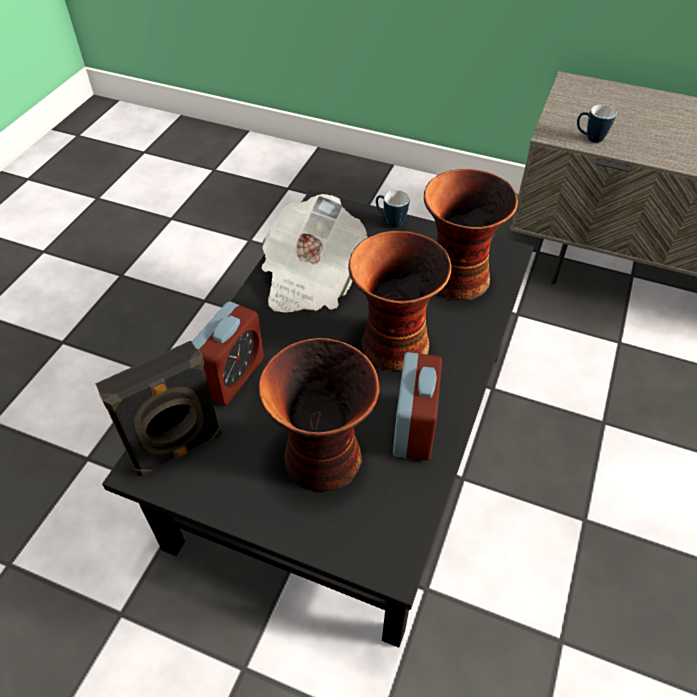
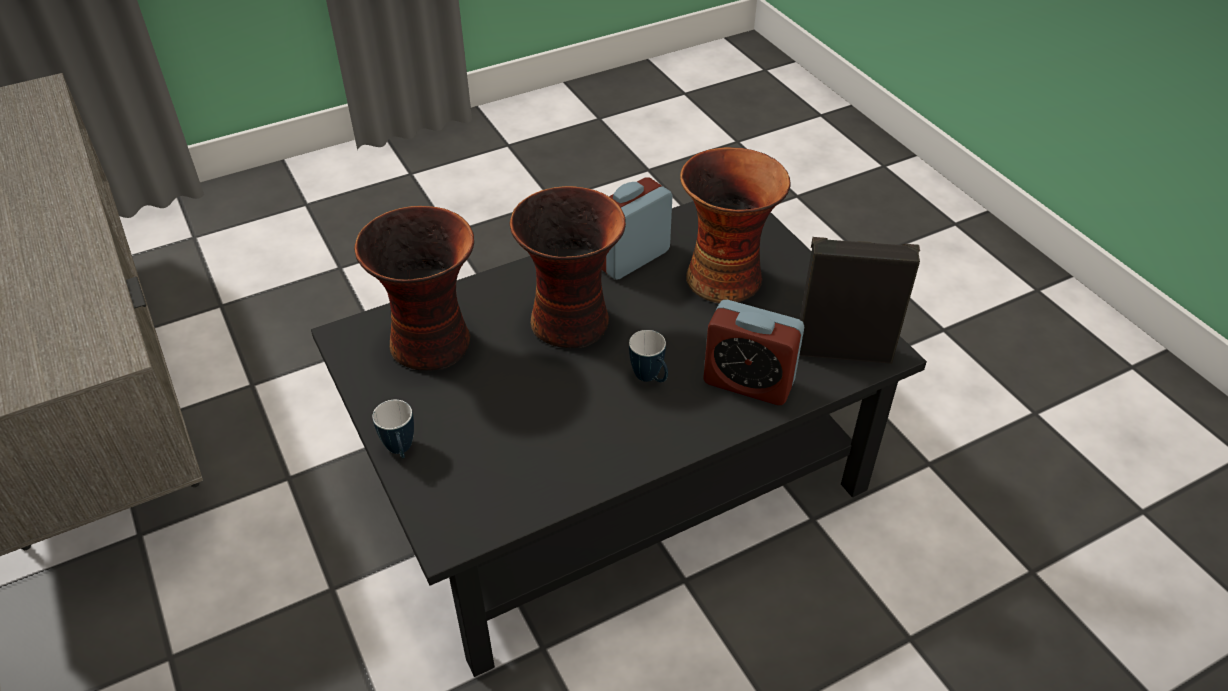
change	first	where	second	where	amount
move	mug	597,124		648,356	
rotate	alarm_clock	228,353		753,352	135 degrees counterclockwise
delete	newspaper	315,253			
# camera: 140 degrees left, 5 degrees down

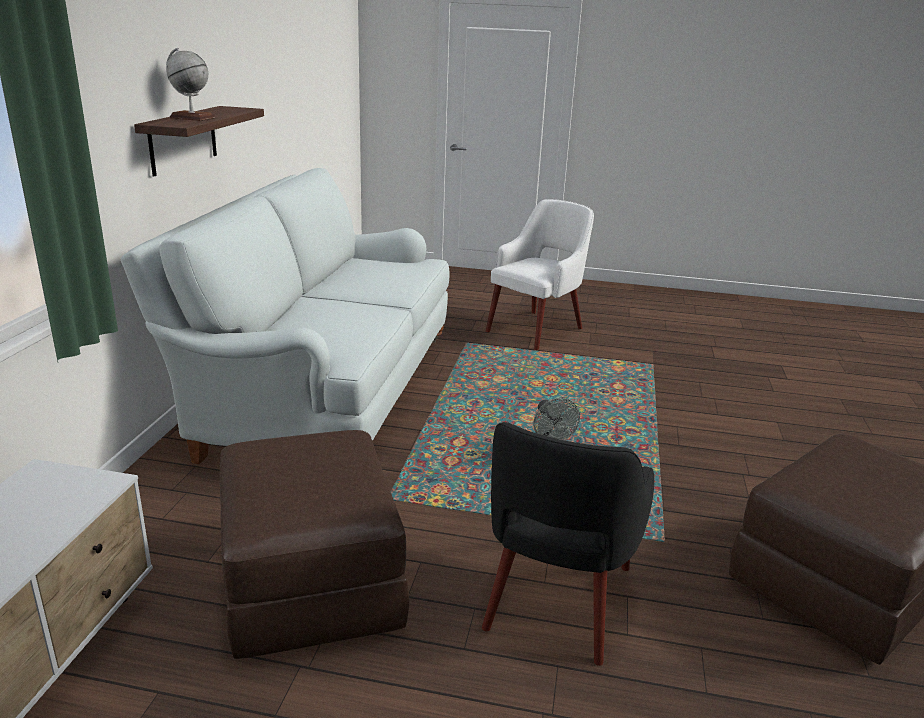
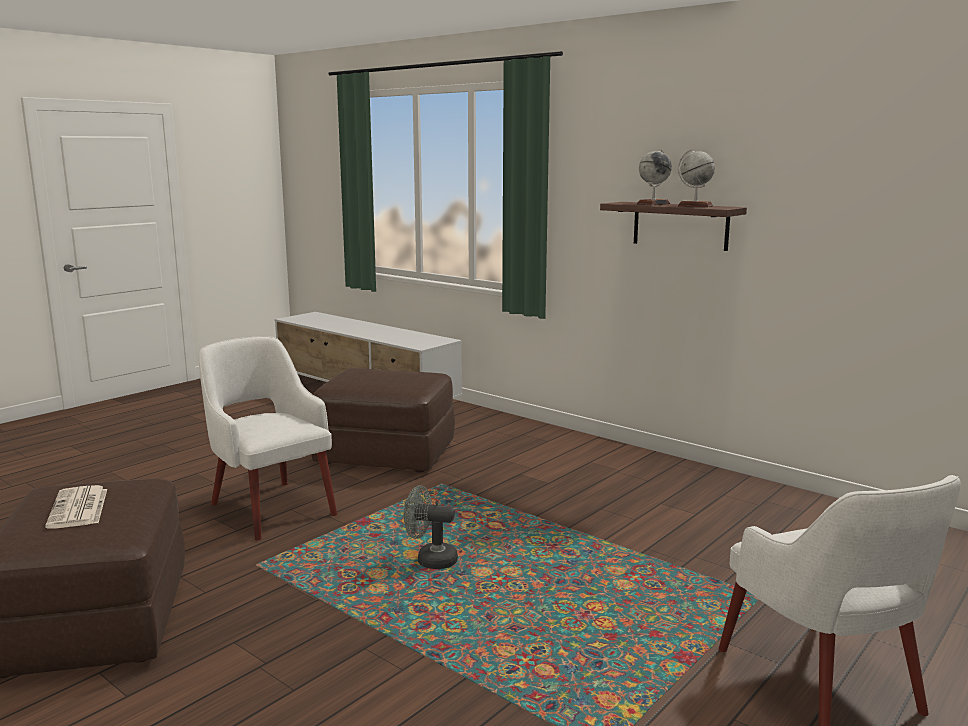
change	first	where	second	where	amount
insert			newspaper	76,507	
recolor	black_armchair	568,544	white_armchair	268,438	
insert			globe	696,178	
delete	white_sofa	285,316			
# camera: 120 degrees right, 10 degrees down

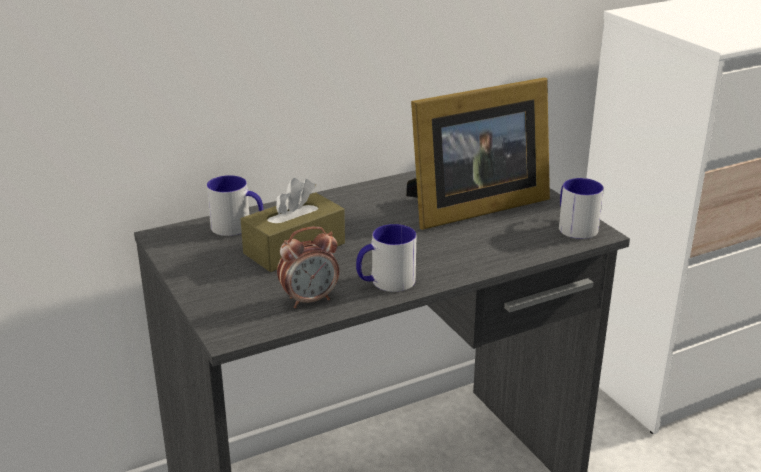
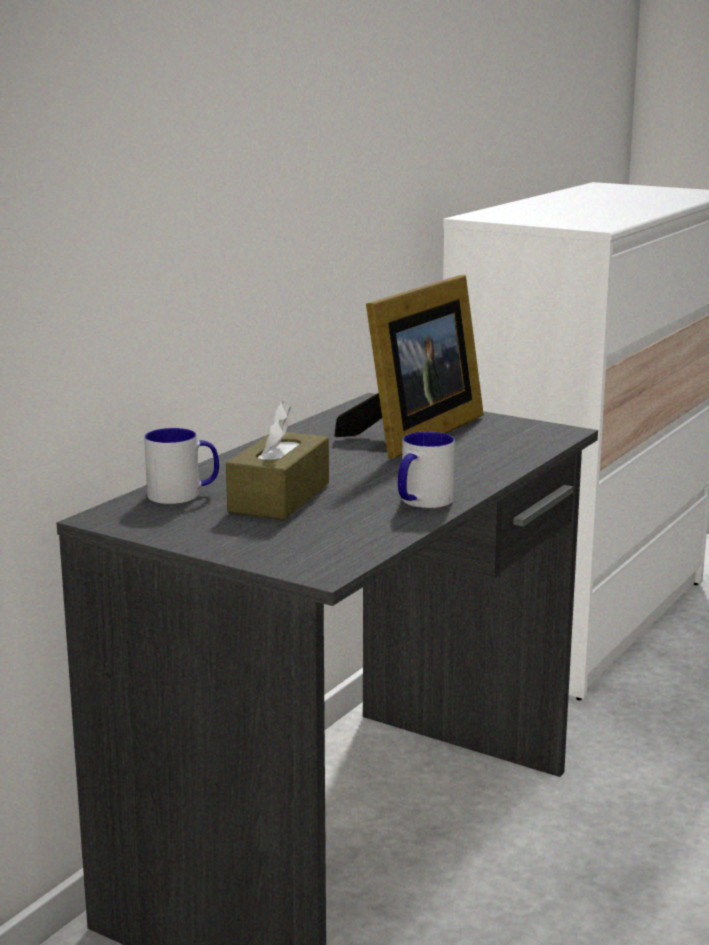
change	first	where	second	where	amount
delete	alarm_clock	308,267			
delete	mug	581,208			
# camera: 30 degrees left, 10 degrees down

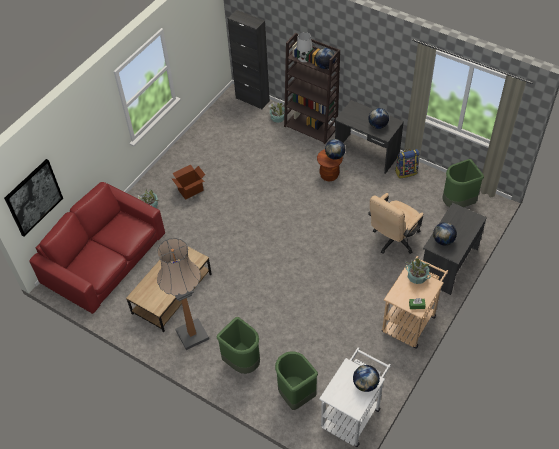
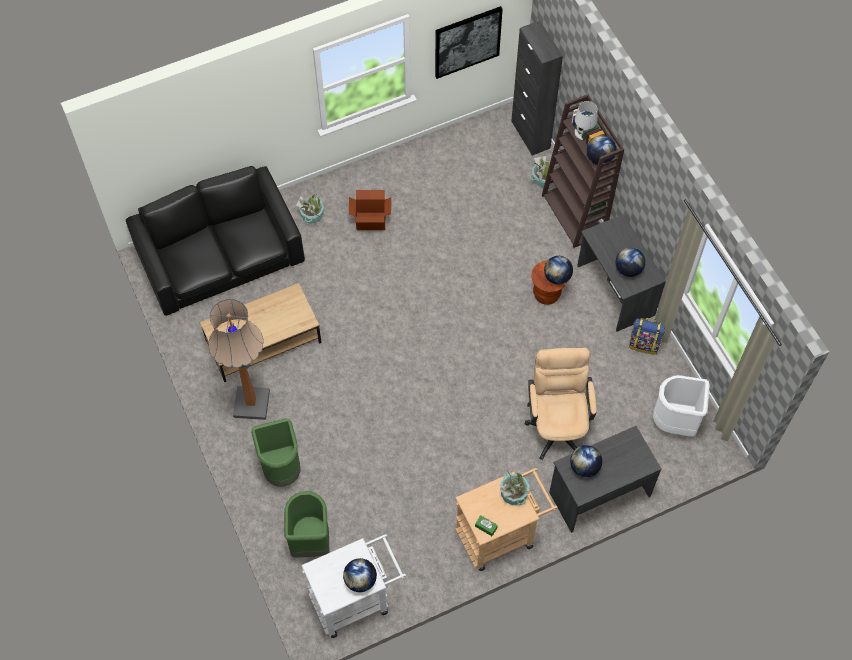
change	first	where	second	where	amount
recolor	red_sofa	97,248	black_sofa	215,241	
move	picture	33,198		469,42	
rotate	beige_office_chair	395,223		560,404	105 degrees clockwise
recolor	green_trash_can	463,183	white_trash_can	681,406	
# camera: 30 degrees right, 10 degrees up

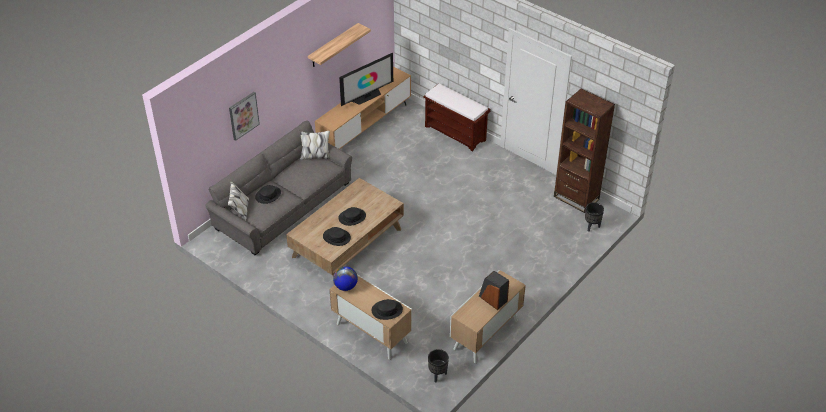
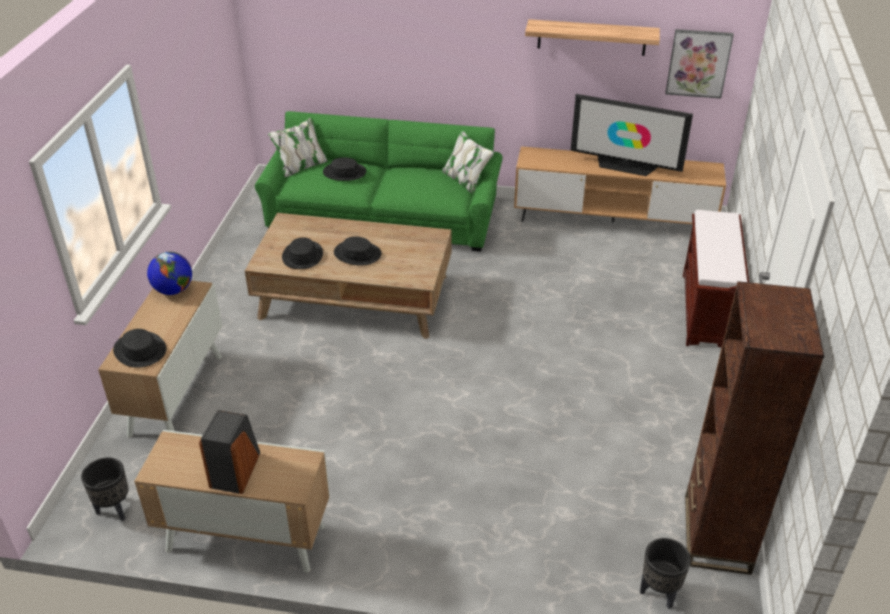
change	first	where	second	where	amount
recolor	grey_sofa	279,188	green_sofa	379,181	
move	picture	244,116		699,64	
# camera: 60 degrees right, 5 degrees down

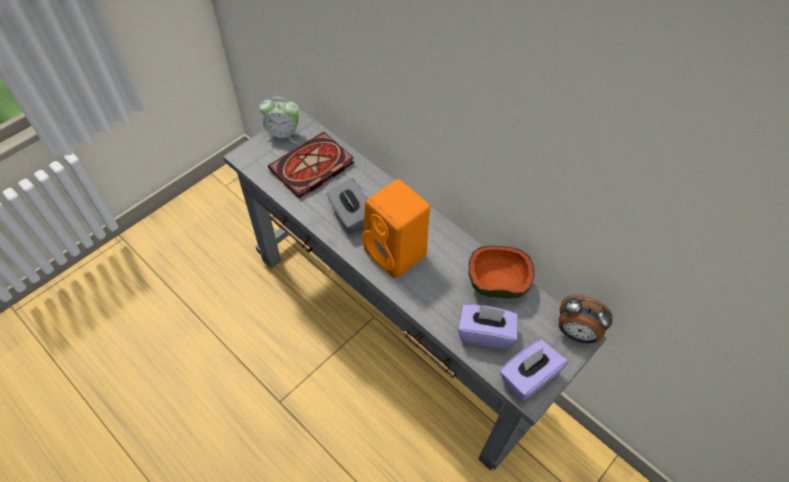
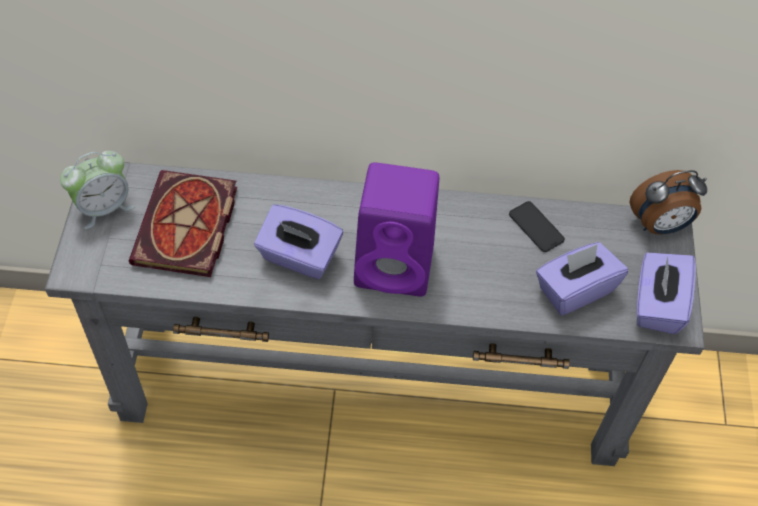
change	first	where	second	where	amount
recolor	grey_tissue_box	347,206	purple_tissue_box	298,241	
recolor	orange_speaker	396,228	purple_speaker	396,229	
replace	bowl	502,272	phone	537,226	
# camera: 40 degrees left, 0 degrees up

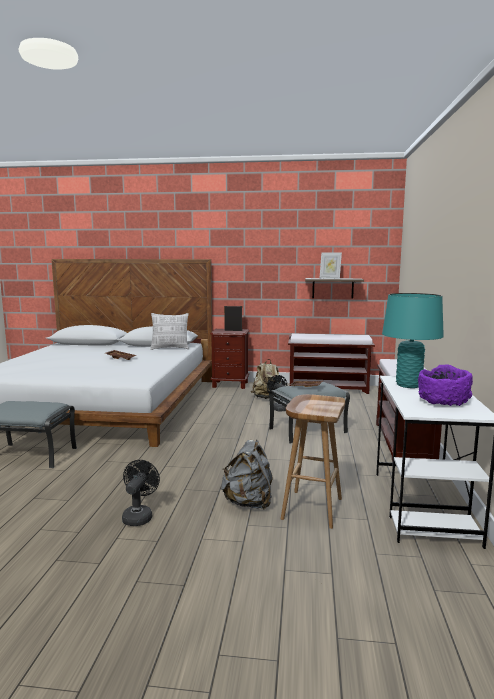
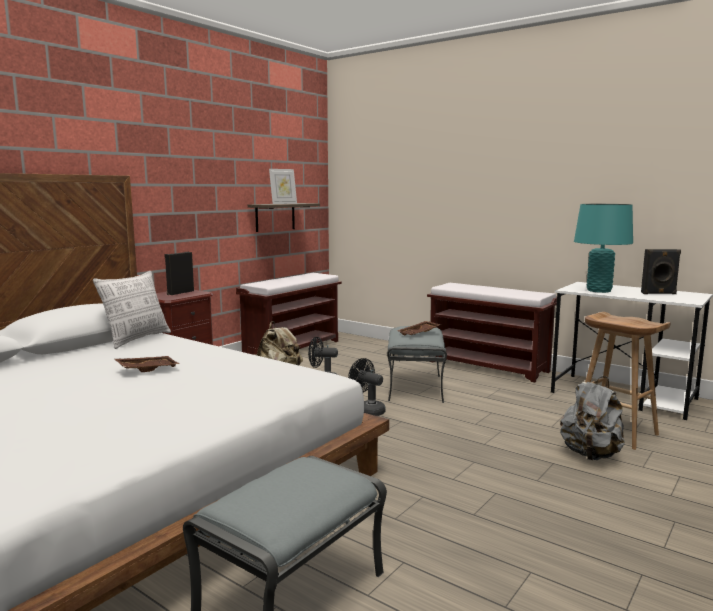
change	first	where	second	where	amount
move	black_fan	141,493		367,387	
replace	purple_bowl	445,385	black_speaker	661,271	
# camera: 60 degrees left, 0 degrees up

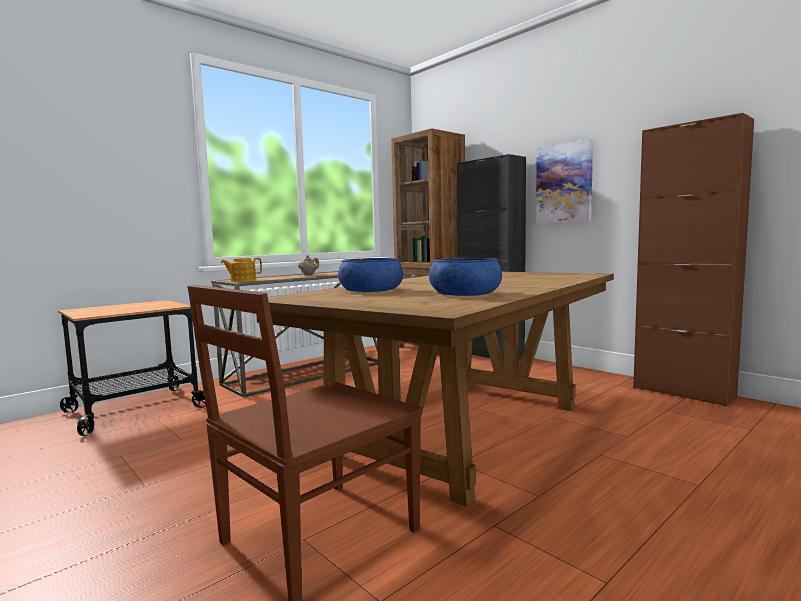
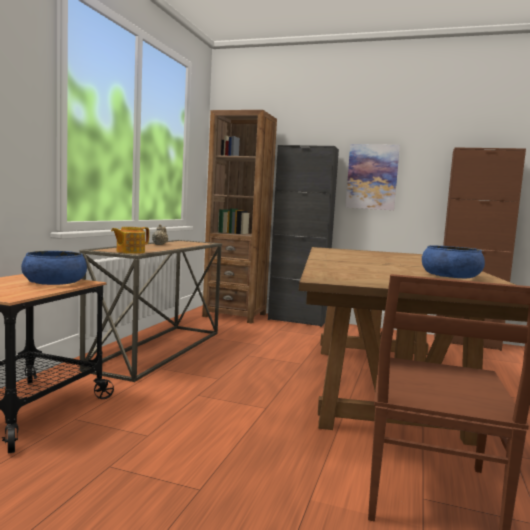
change	first	where	second	where	amount
move	blue_bowl	370,275		54,268	
# camera: 30 degrees left, 0 degrees up

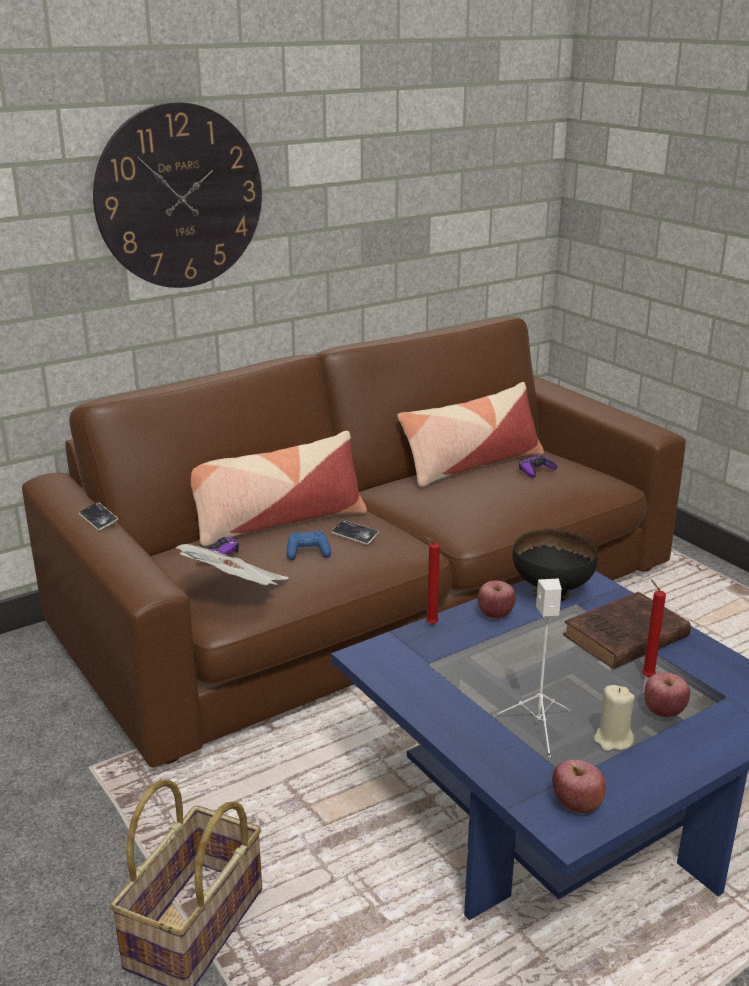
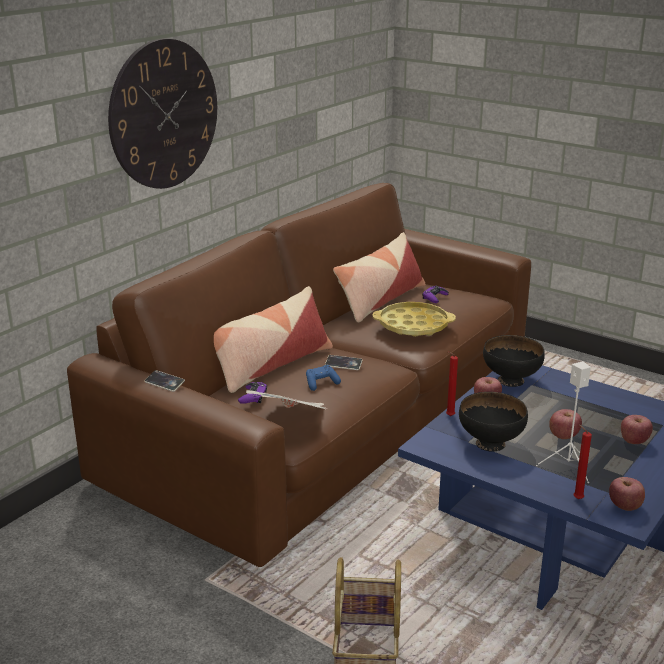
change	first	where	second	where	amount
insert			yellow_tray	414,319	
insert			black_bowl	493,422	
insert			apple	565,424	
move	red_candle	654,628		582,461	
delete	brown_book	627,630			
delete	beige_candle	614,718			
# camera: 20 degrees left, 0 degrees up

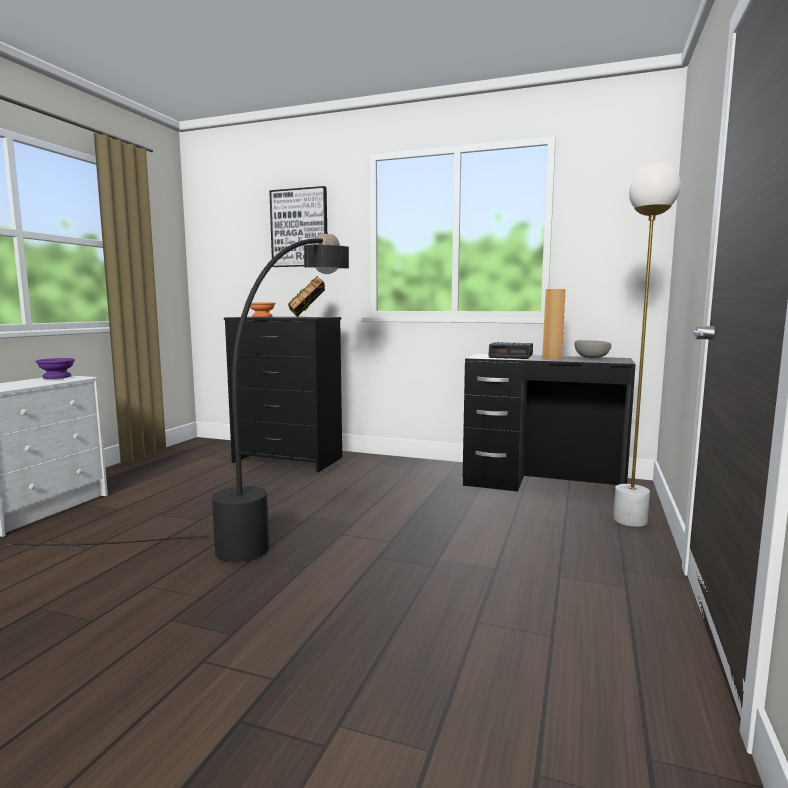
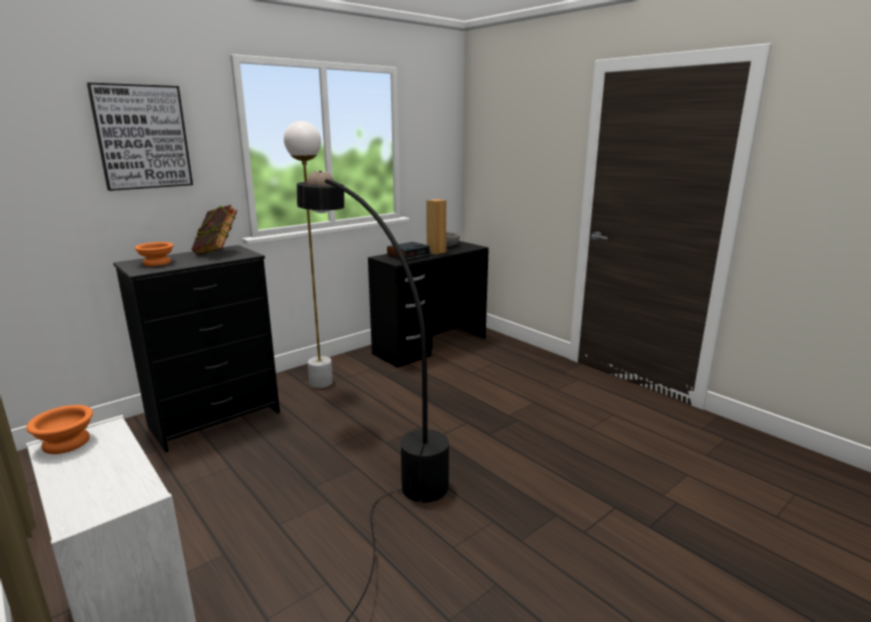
change	first	where	second	where	amount
recolor	purple_bowl	55,368	orange_bowl	59,429	
move	white_floor_lamp	647,345		308,254	
# camera: 60 degrees left, 10 degrees up

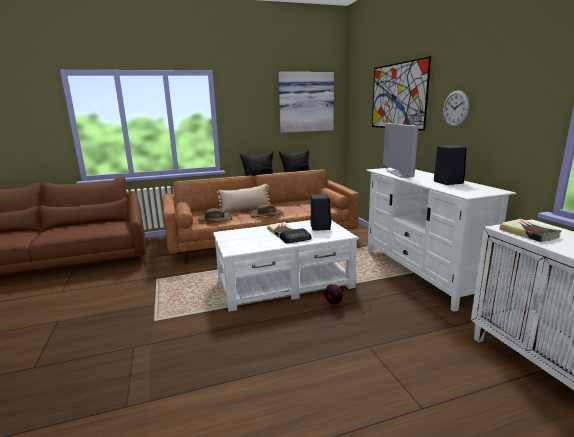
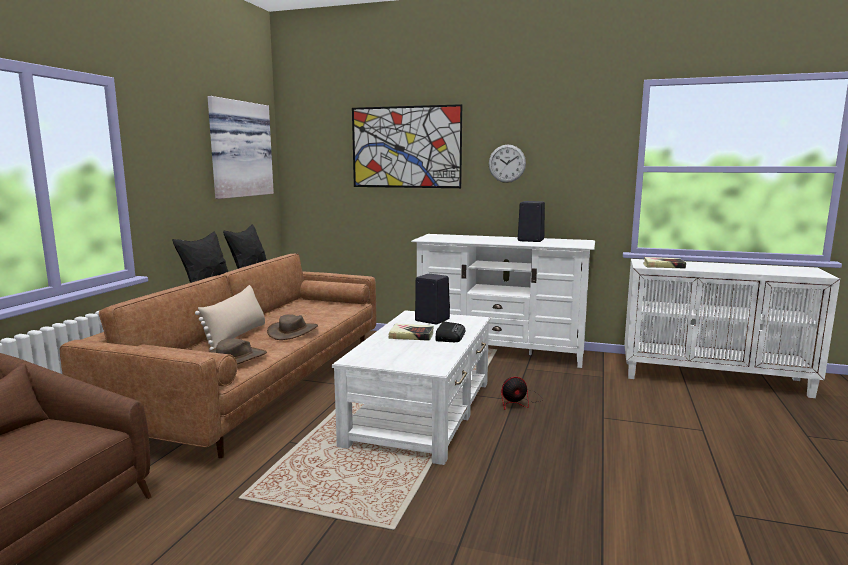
change	first	where	second	where	amount
delete	television	400,150			
# camera: 55 degrees left, 5 degrees down

